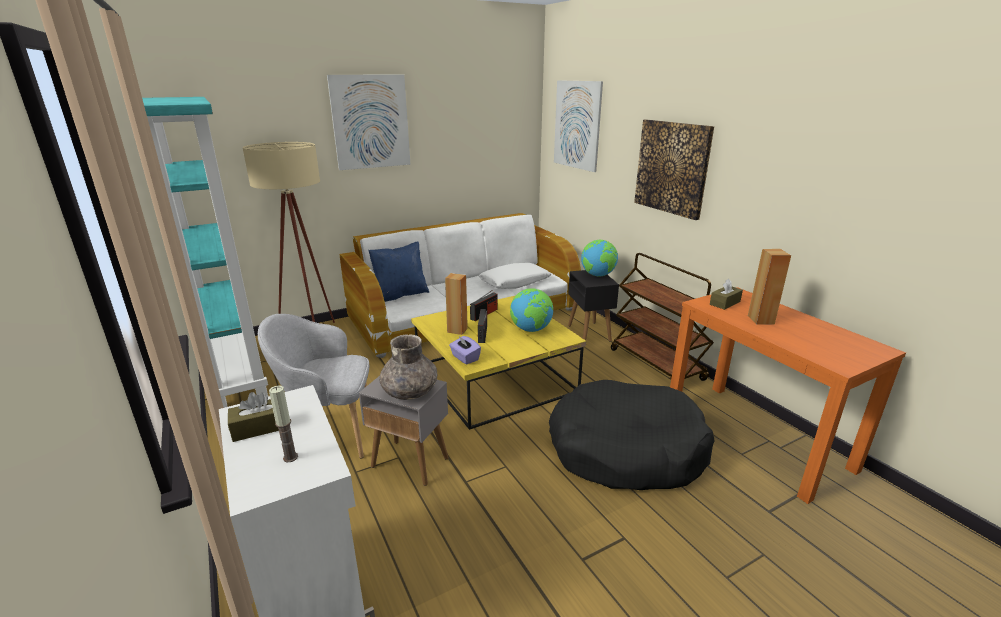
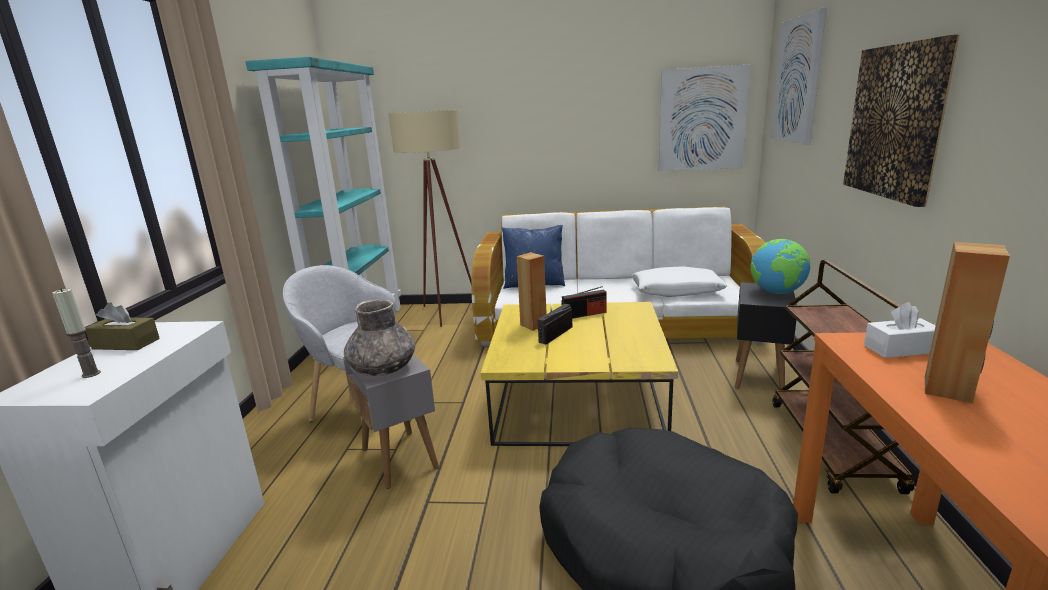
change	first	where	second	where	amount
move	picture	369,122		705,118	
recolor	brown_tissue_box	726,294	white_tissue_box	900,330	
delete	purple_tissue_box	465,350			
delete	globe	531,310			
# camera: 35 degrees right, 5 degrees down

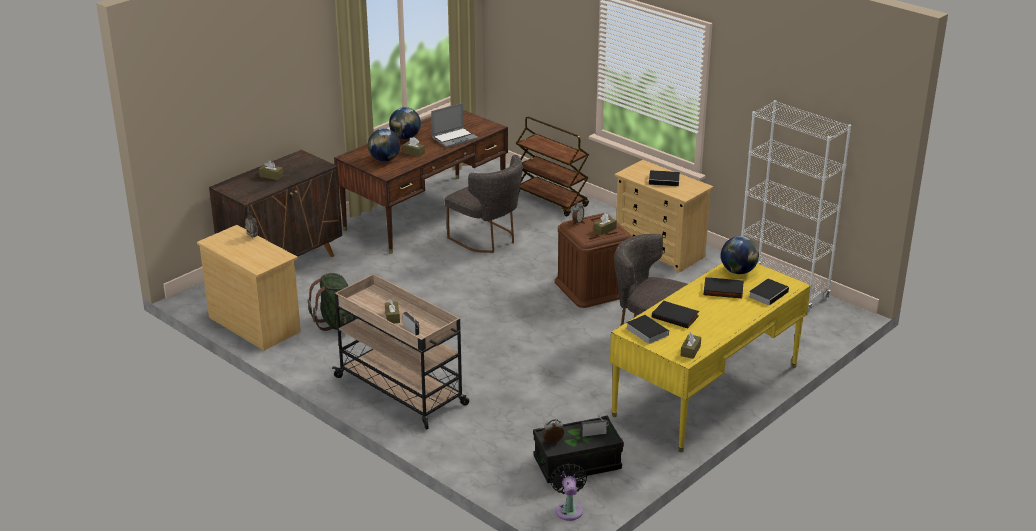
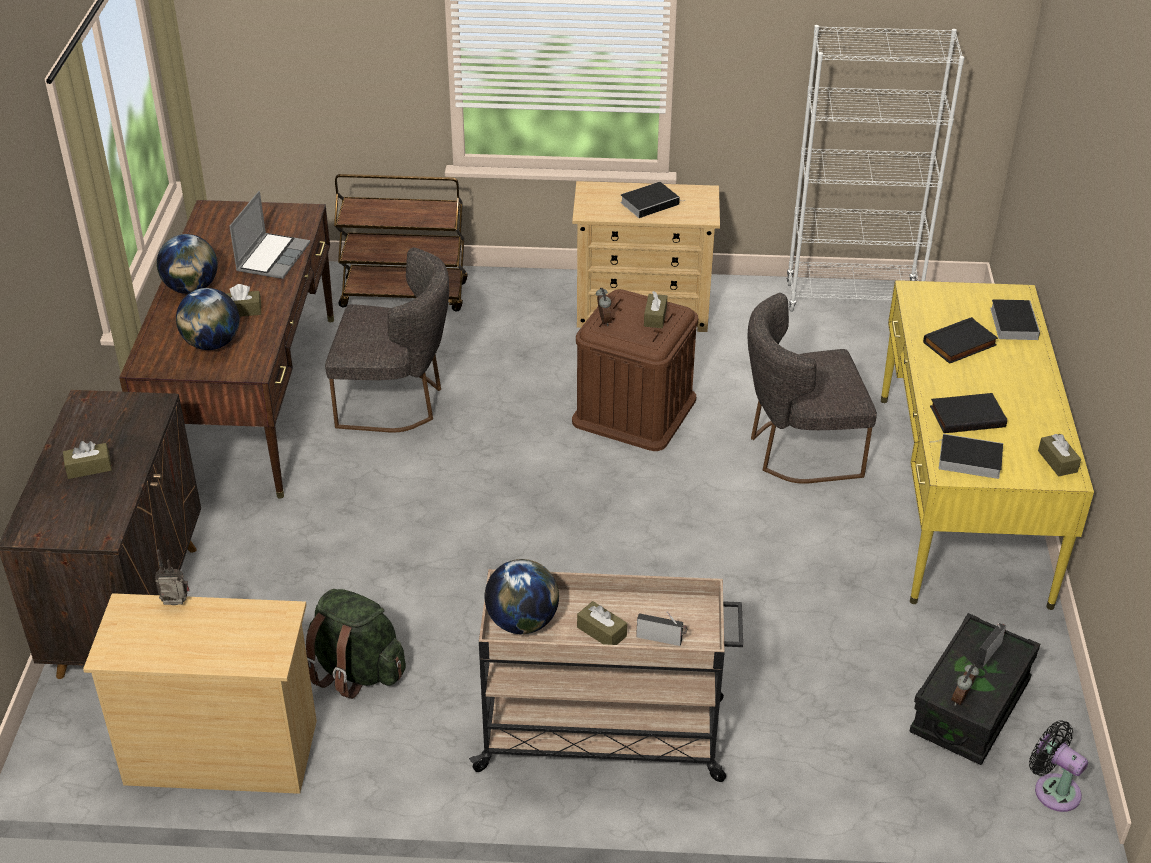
change	first	where	second	where	amount
move	globe	740,255		522,596	
# camera: 40 degrees left, 10 degrees up

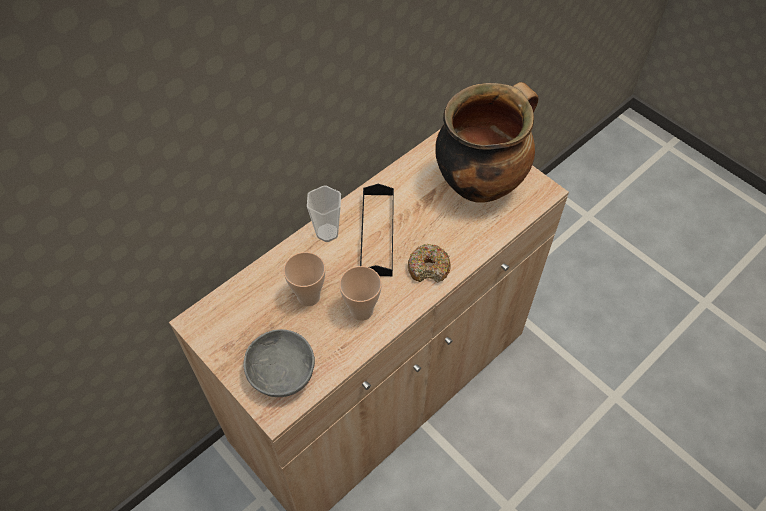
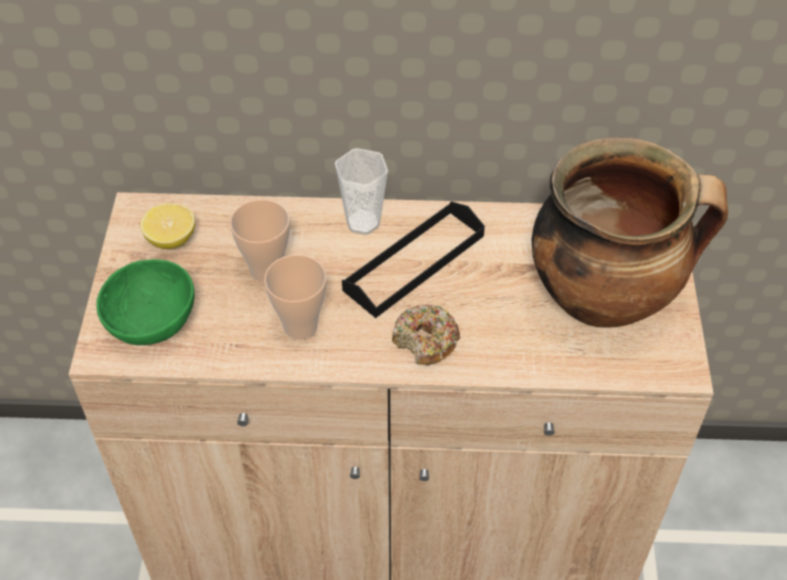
change	first	where	second	where	amount
recolor	grey_bowl	279,363	green_bowl	145,302	
insert			lemon	167,226	
# camera: 45 degrees right, 5 degrees down

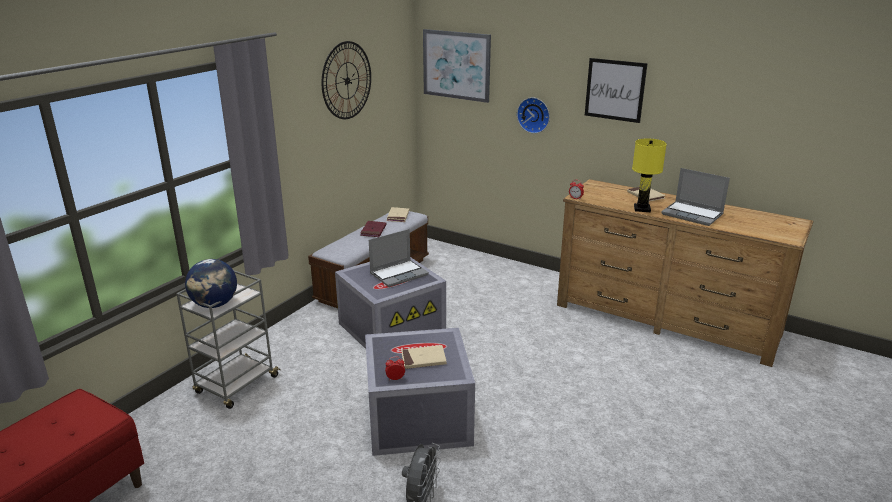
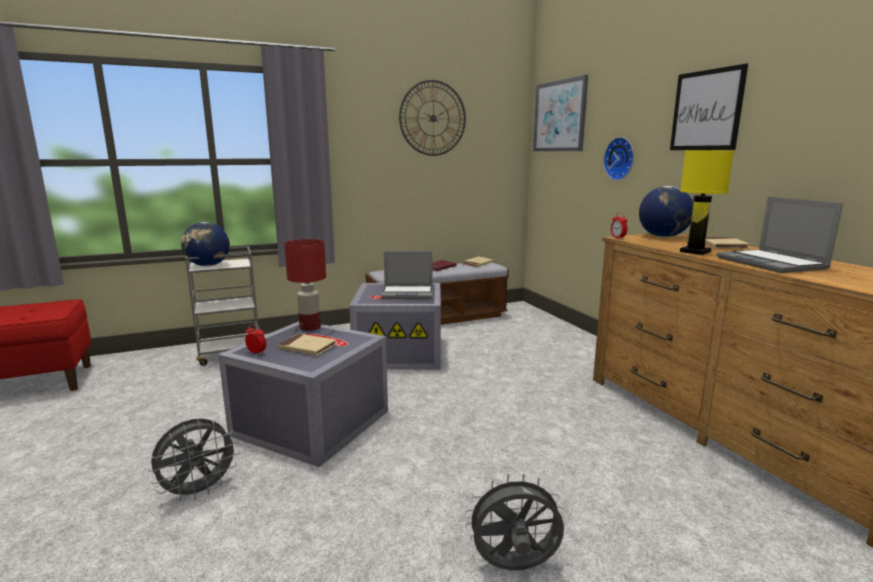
change	first	where	second	where	amount
insert			red_table_lamp	305,285	
insert			grey_fan	515,522	
insert			globe	666,211	
# camera: 35 degrees right, 10 degrees down

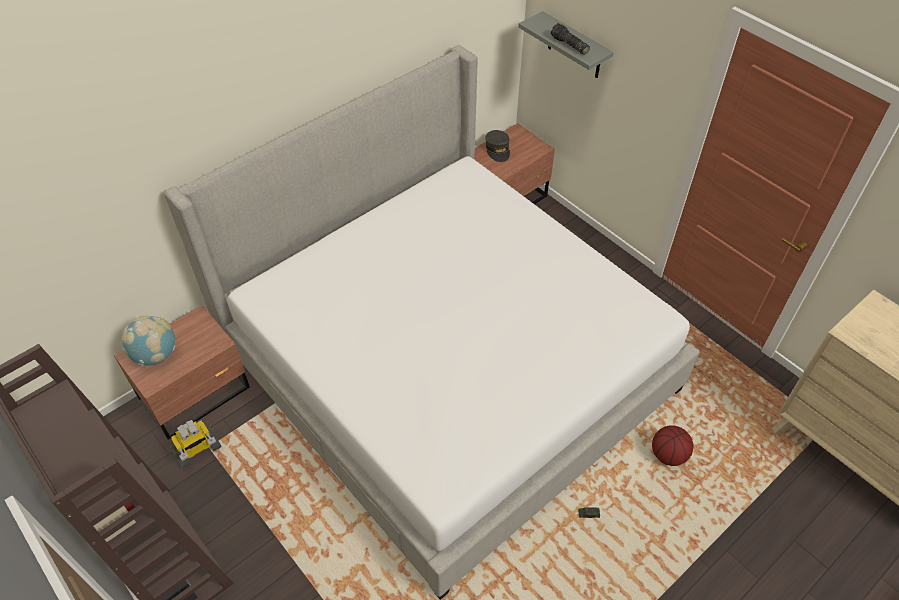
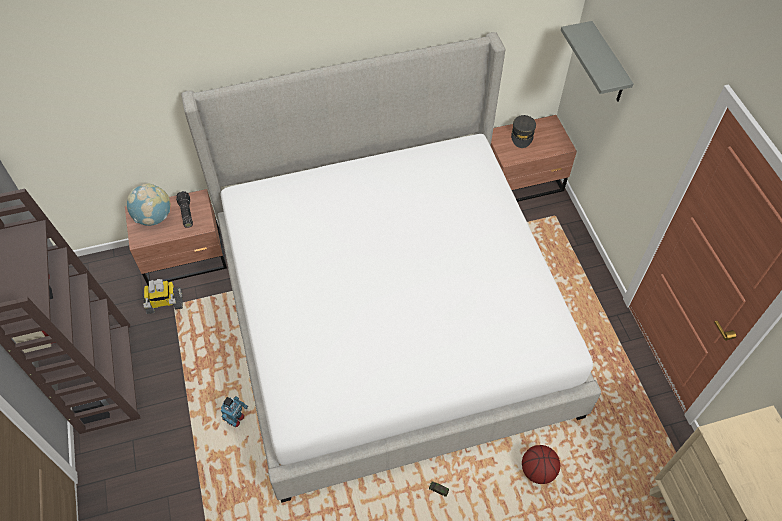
change	first	where	second	where	amount
move	flashlight	570,39		184,209	
insert			toy_robot	234,411	
# camera: 25 degrees right, 5 degrees up

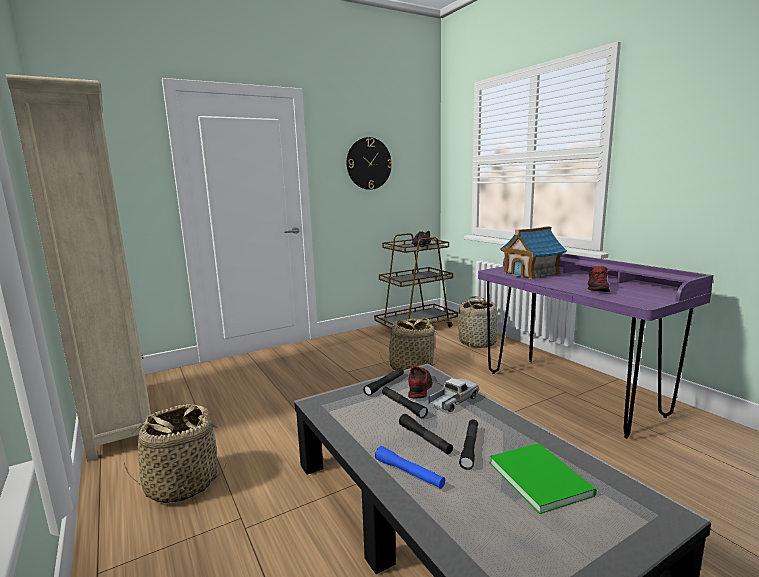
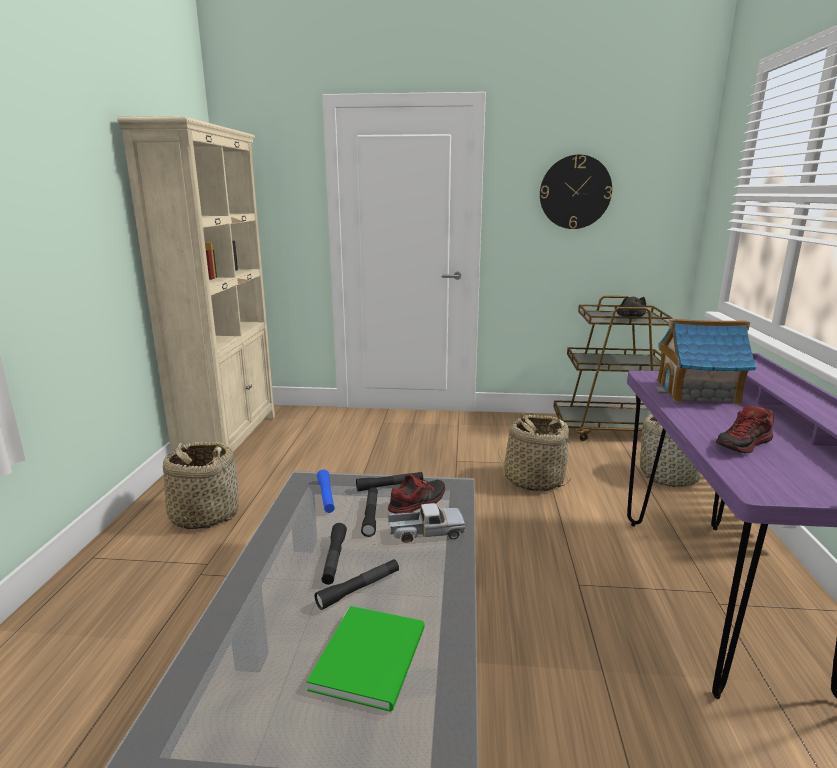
change	first	where	second	where	amount
move	blue_flashlight	410,467		326,491	
# camera: 35 degrees right, 5 degrees up

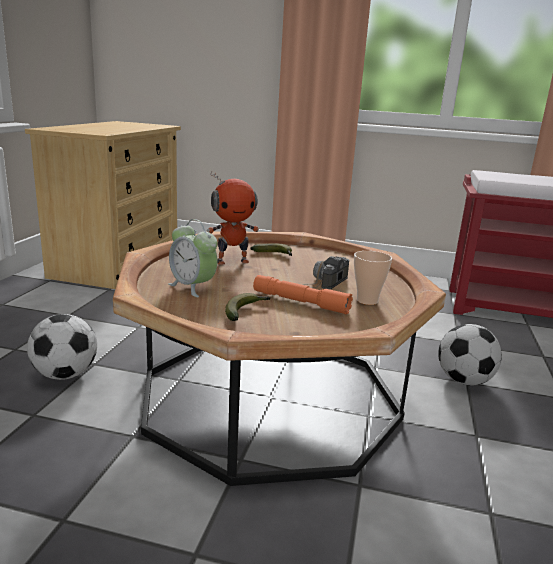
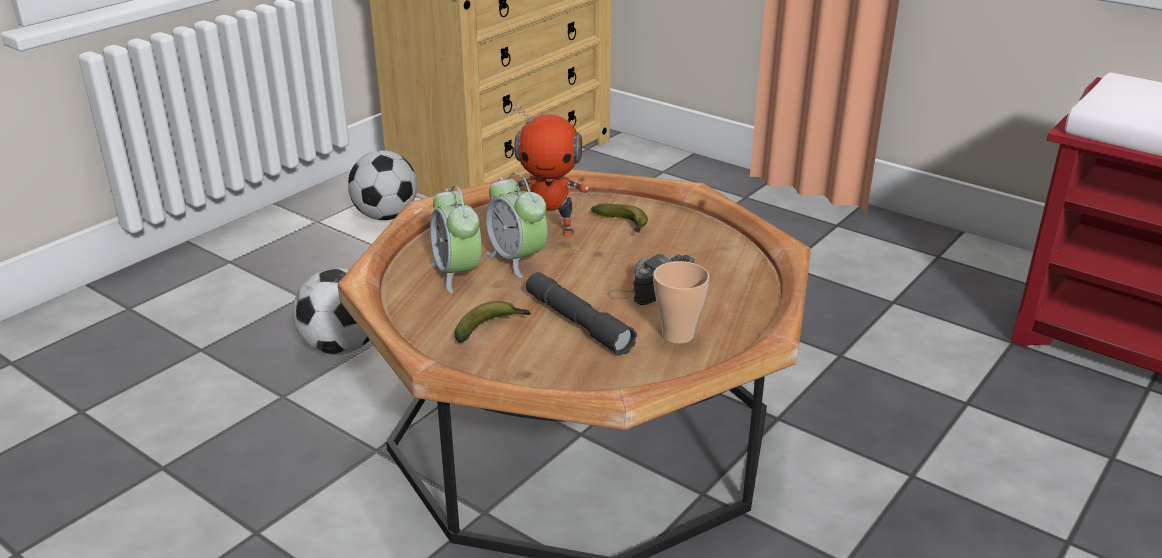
change	first	where	second	where	amount
move	football	470,354		382,185	
insert			alarm_clock	517,225	
recolor	orange_flashlight	303,295	grey_flashlight	581,314	
# camera: 25 degrees right, 10 degrees up

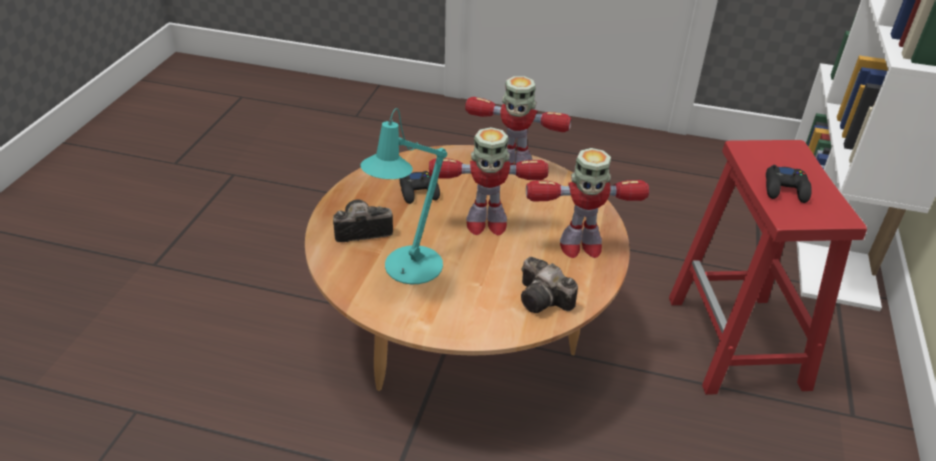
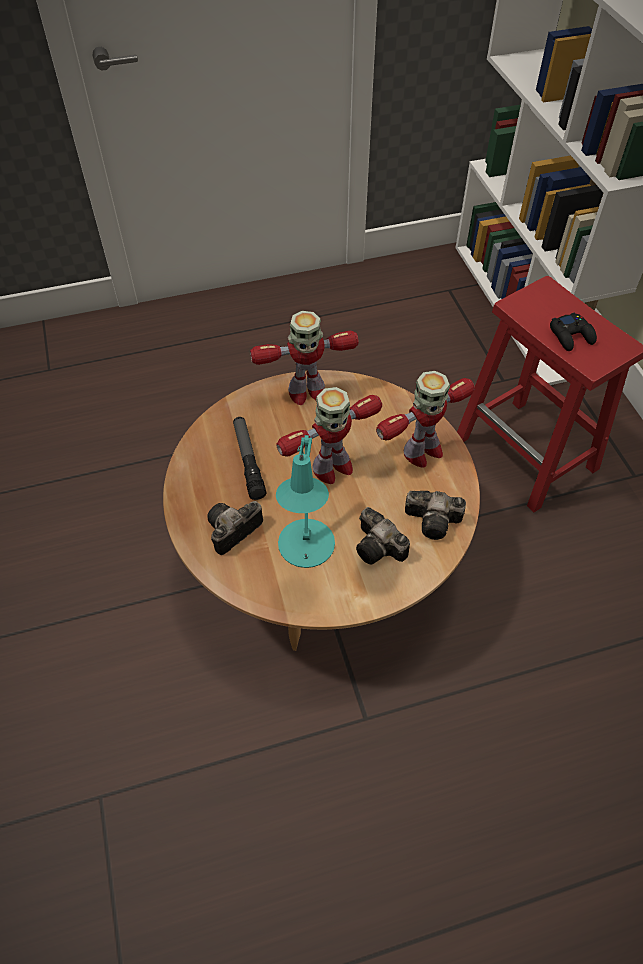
change	first	where	second	where	amount
replace	black_game_controller	420,187	flashlight	250,458	
insert			photo_camera	383,535	
# camera: 30 degrees left, 15 degrees up

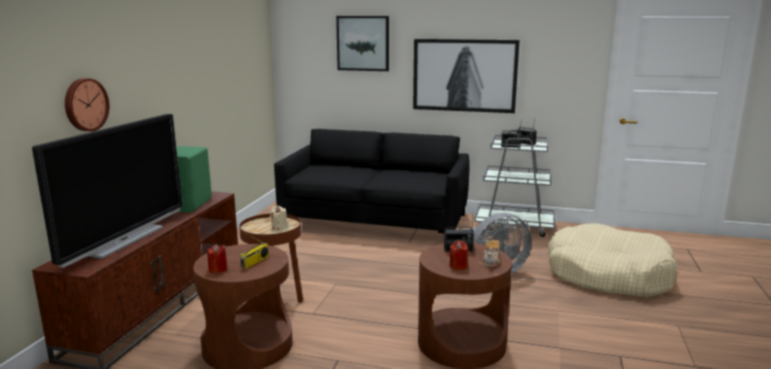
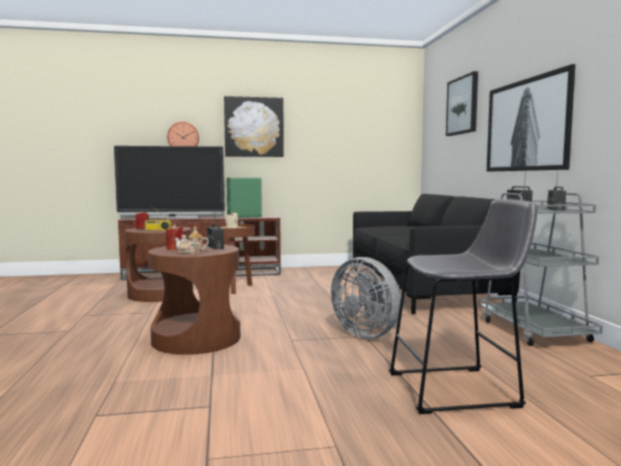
change	first	where	second	where	amount
insert			picture	254,126	
replace	beige_dog_bed	612,260	grey_stool	463,306	
# camera: 65 degrees right, 10 degrees down

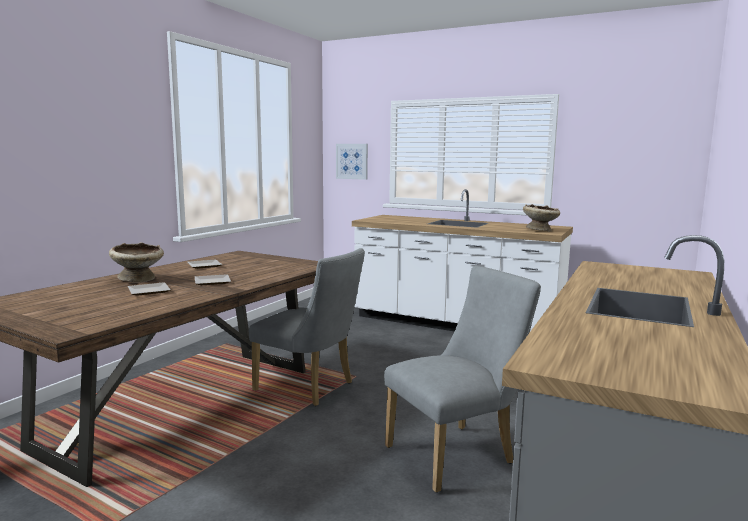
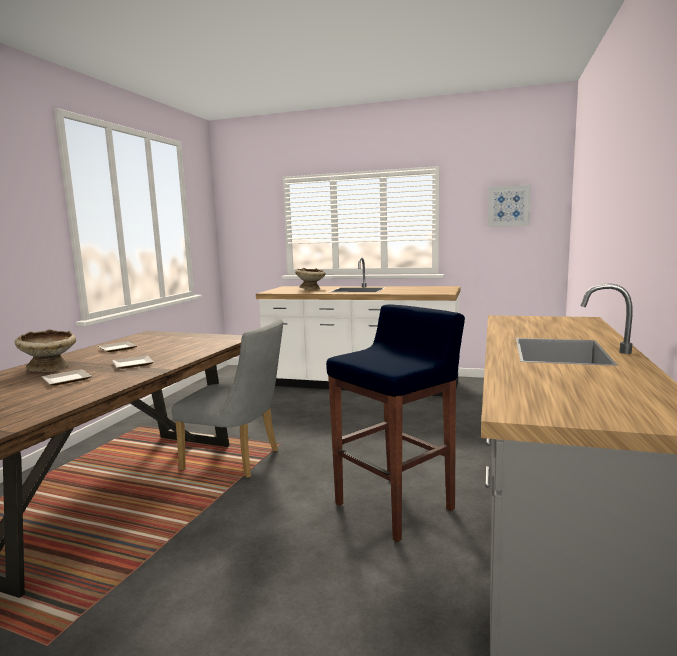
change	first	where	second	where	amount
move	beige_bowl	541,217		310,278	
replace	grey_chair	462,379	blue_stool	395,423	
move	picture	352,162		509,205	
# camera: 10 degrees left, 0 degrees up

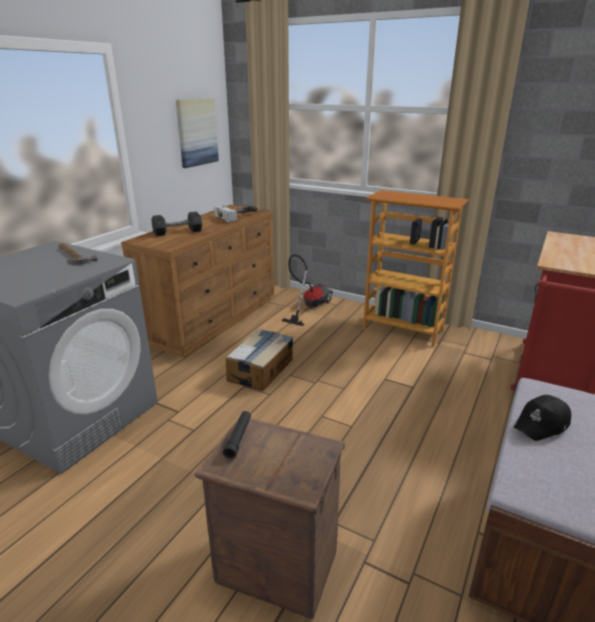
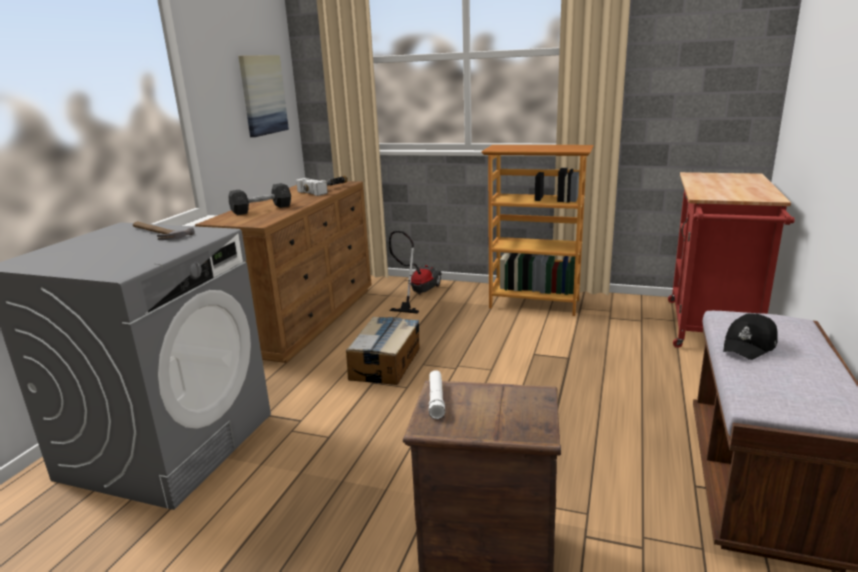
change	first	where	second	where	amount
recolor	black_flashlight	237,435	white_flashlight	437,394	
# camera: 10 degrees left, 5 degrees down

